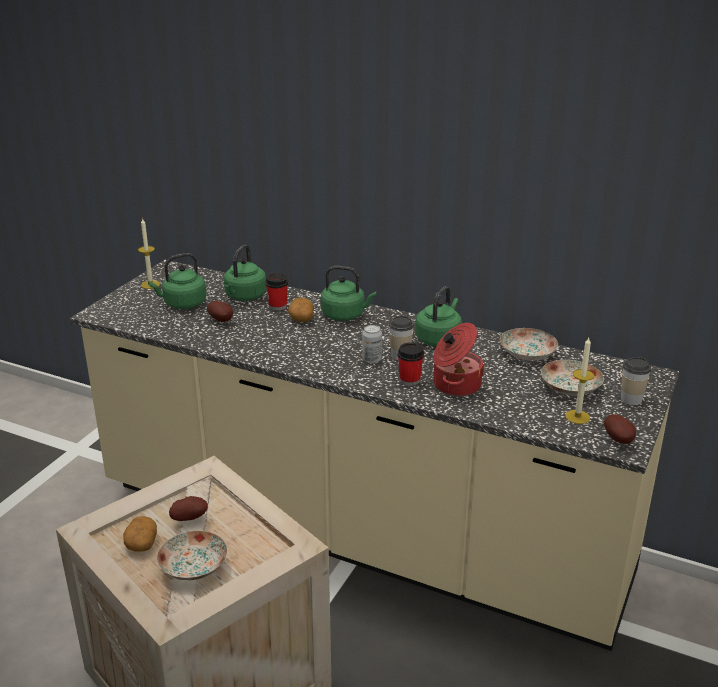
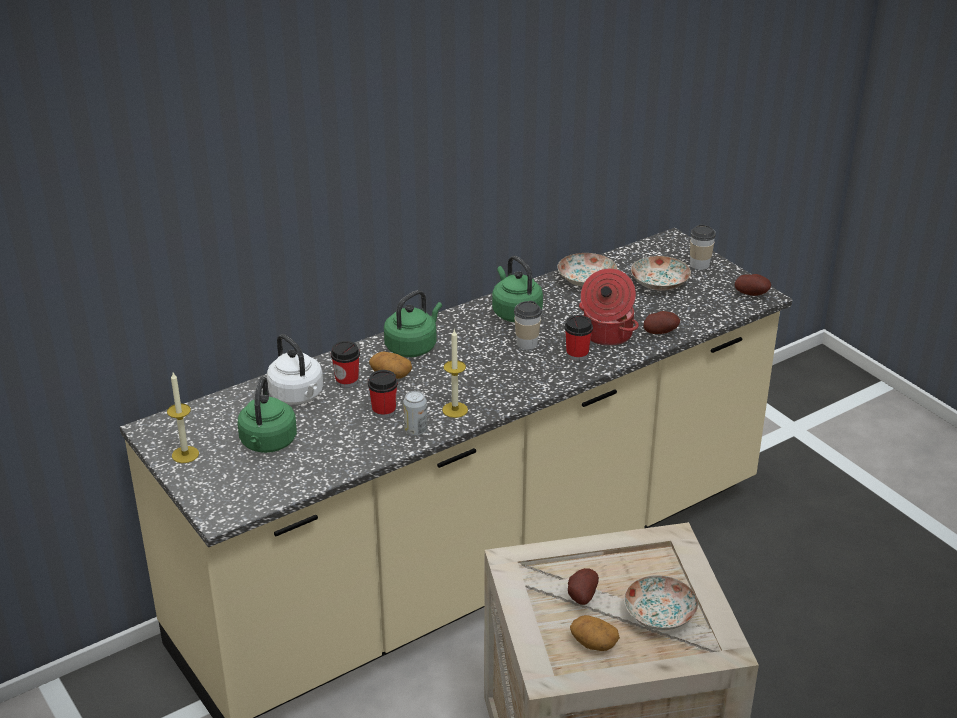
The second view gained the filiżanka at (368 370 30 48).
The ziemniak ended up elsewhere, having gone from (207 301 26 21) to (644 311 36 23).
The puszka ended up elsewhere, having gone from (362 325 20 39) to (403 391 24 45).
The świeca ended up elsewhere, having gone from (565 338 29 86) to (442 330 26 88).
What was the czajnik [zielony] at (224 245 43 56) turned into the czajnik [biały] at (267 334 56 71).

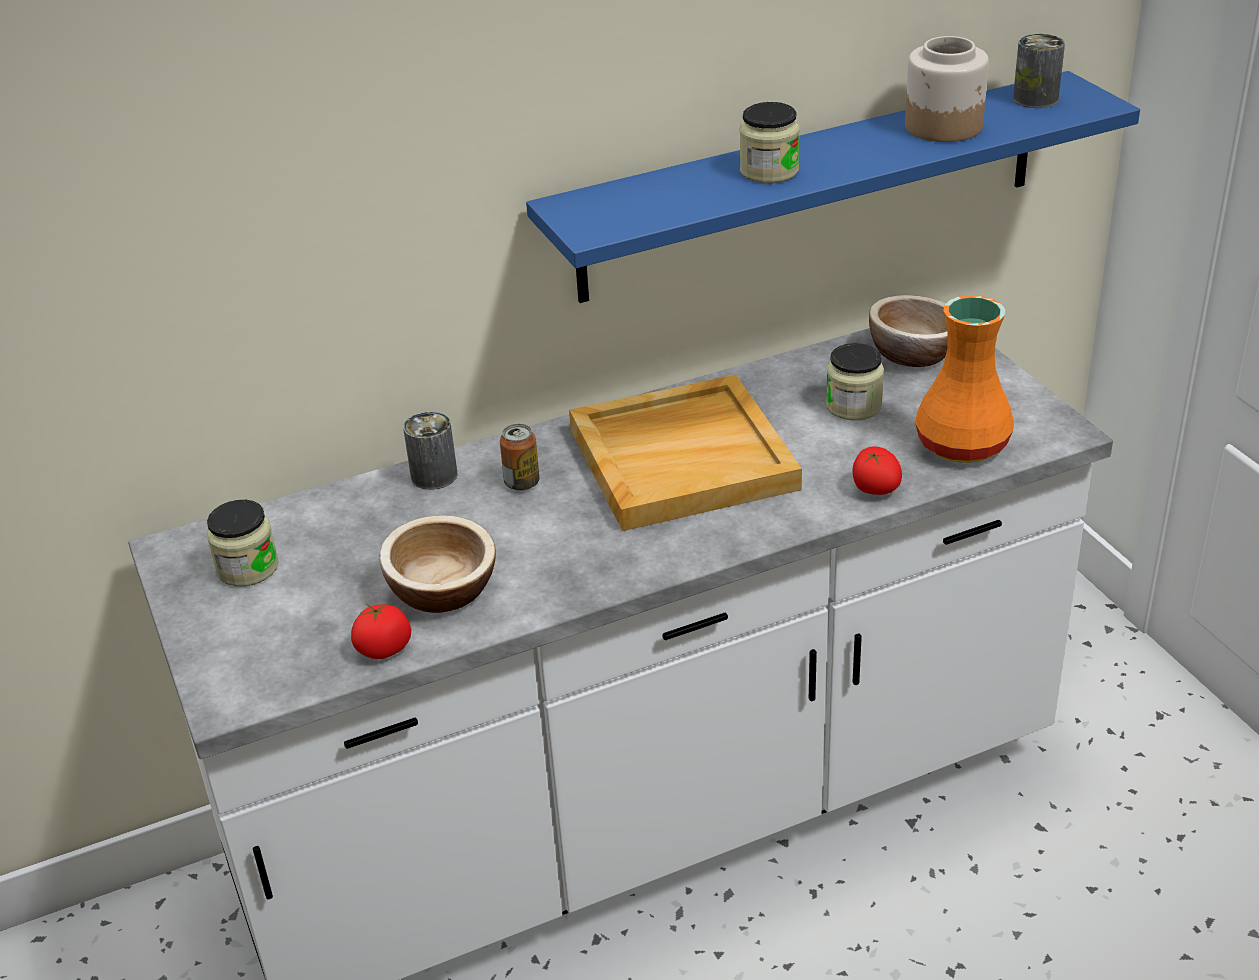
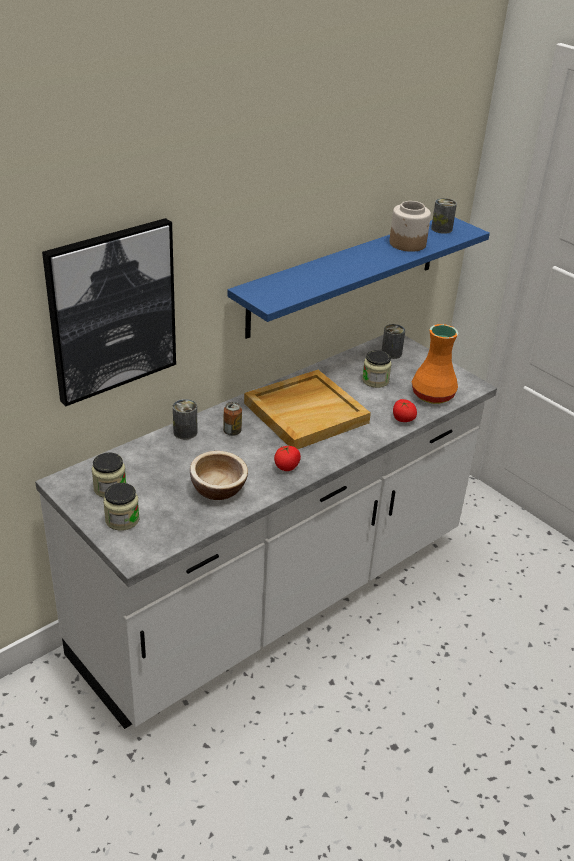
The second view gained the obraz at (42 218 134 188).
The pomidor ended up elsewhere, having gone from (351 603 60 56) to (274 446 27 25).
The słoik ended up elsewhere, having gone from (740 102 60 81) to (103 483 36 48).
Where the miska stood at (869 295 79 72), the puszka came to stand at (382 324 23 35).

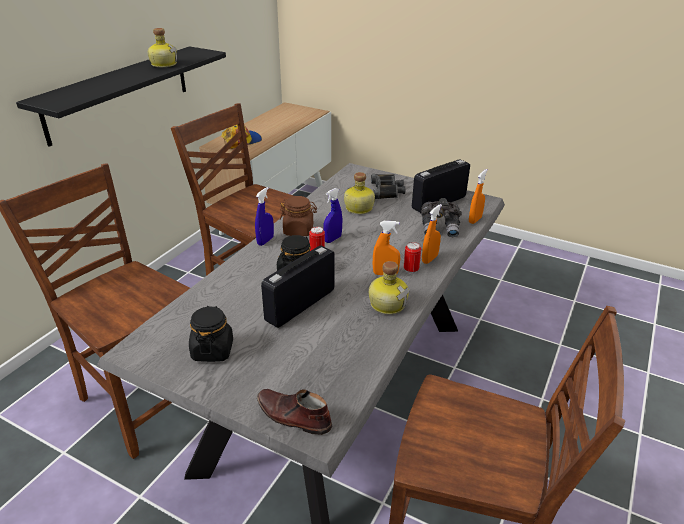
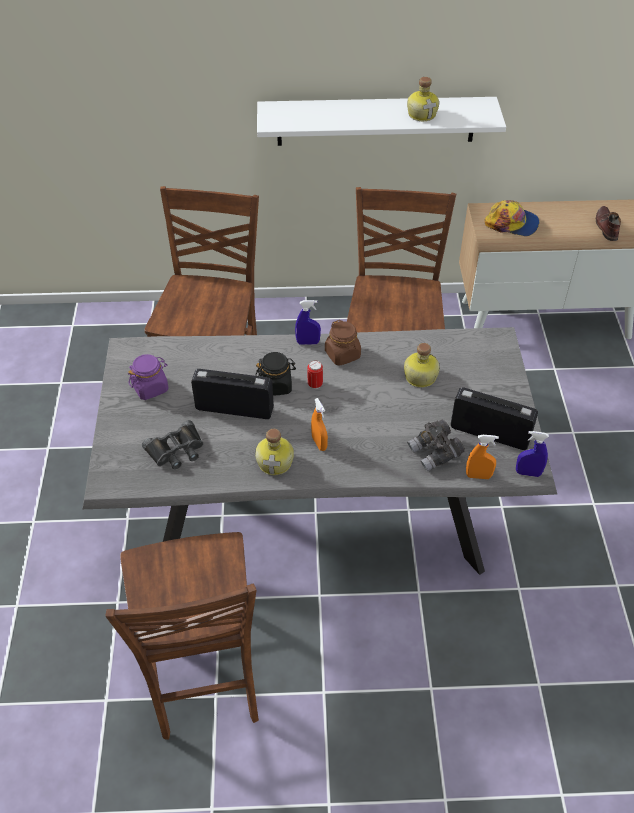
The second view lost the puszka at (404 242 17 32).
The second view lost the spryskiwacz [pomarańczowy] at (422 204 20 60).
The but [brązowy] ended up elsewhere, having gone from (257 389 75 46) to (596 206 25 35).
The spryskiwacz [niebieski] ended up elsewhere, having gone from (323 188 19 55) to (516 431 33 46).
The lornetka [czarny] ended up elsewhere, having gone from (371 174 34 25) to (142 420 61 49).
What was the półka [czarny] at (16 46 210 101) turned into the półka [biały] at (257 97 249 49).
What was the słoik [czarny] at (189 306 44 56) turned into the słoik [fioletowy] at (128 354 41 46).

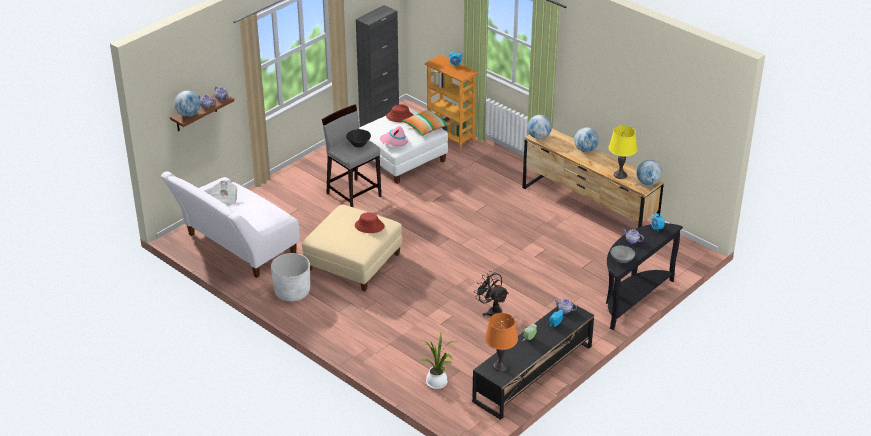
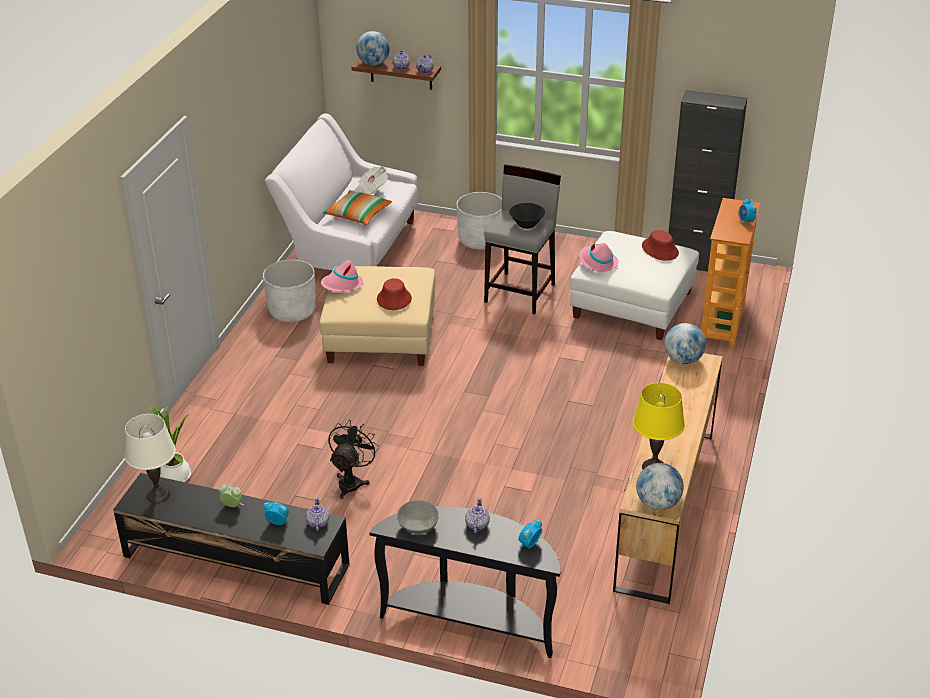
The second view lost the globus at (574 127 25 25).
The second view gained the kapelusz [różowy] at (321 260 42 32).
The second view gained the donica [biały] at (456 192 46 58).
The poduszka ended up elsewhere, having gone from (402 109 48 27) to (323 190 69 35).
What was the lampa stołowa [pomarańczowy] at (485 313 33 59) turned into the lampa stołowa [biały] at (124 414 52 89).

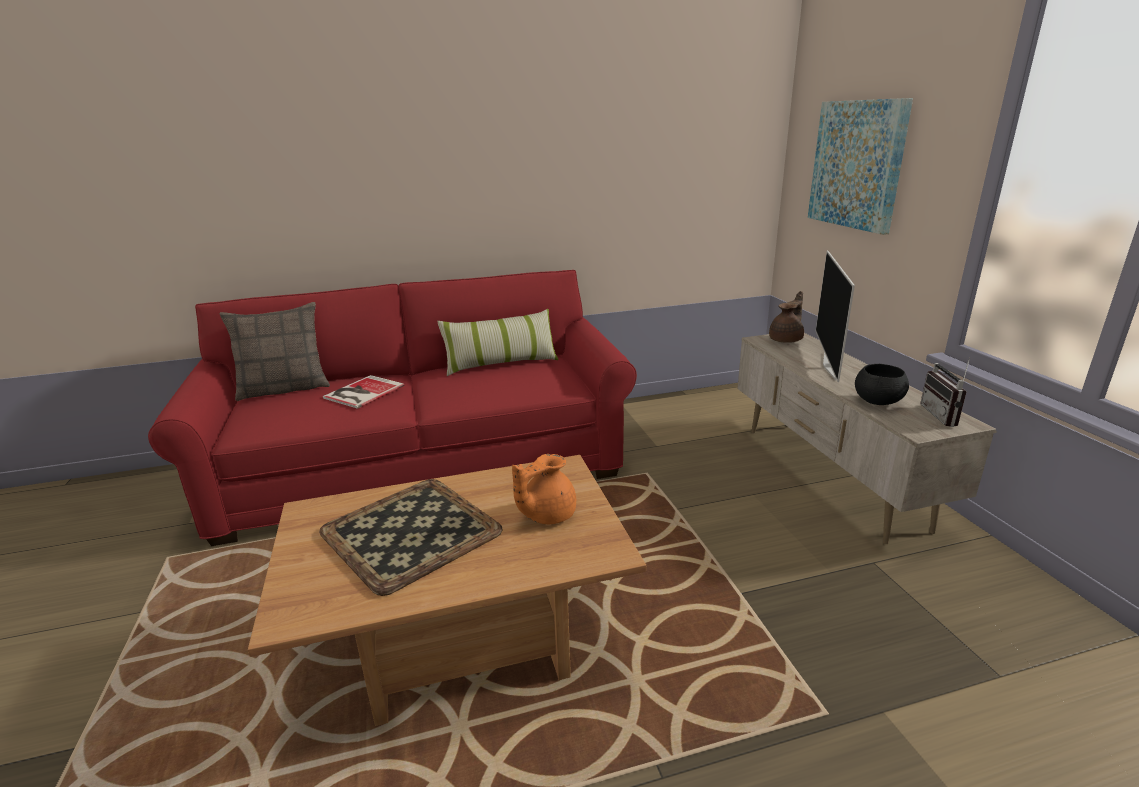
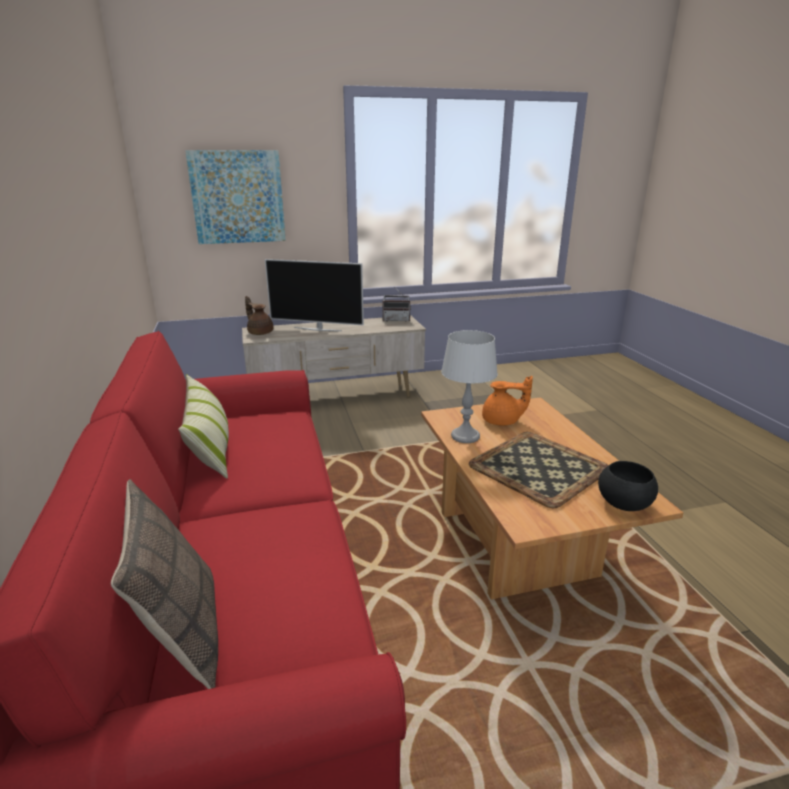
The second view lost the książka at (323 375 82 34).
The second view gained the lampa stołowa [szary] at (441 330 57 113).
The miska [czarny] ended up elsewhere, having gone from (855 364 54 41) to (598 461 60 50).
The imbryk [pomarańczowy] at (512 454 64 70) ended up facing another way, 45 degrees counterclockwise from before.

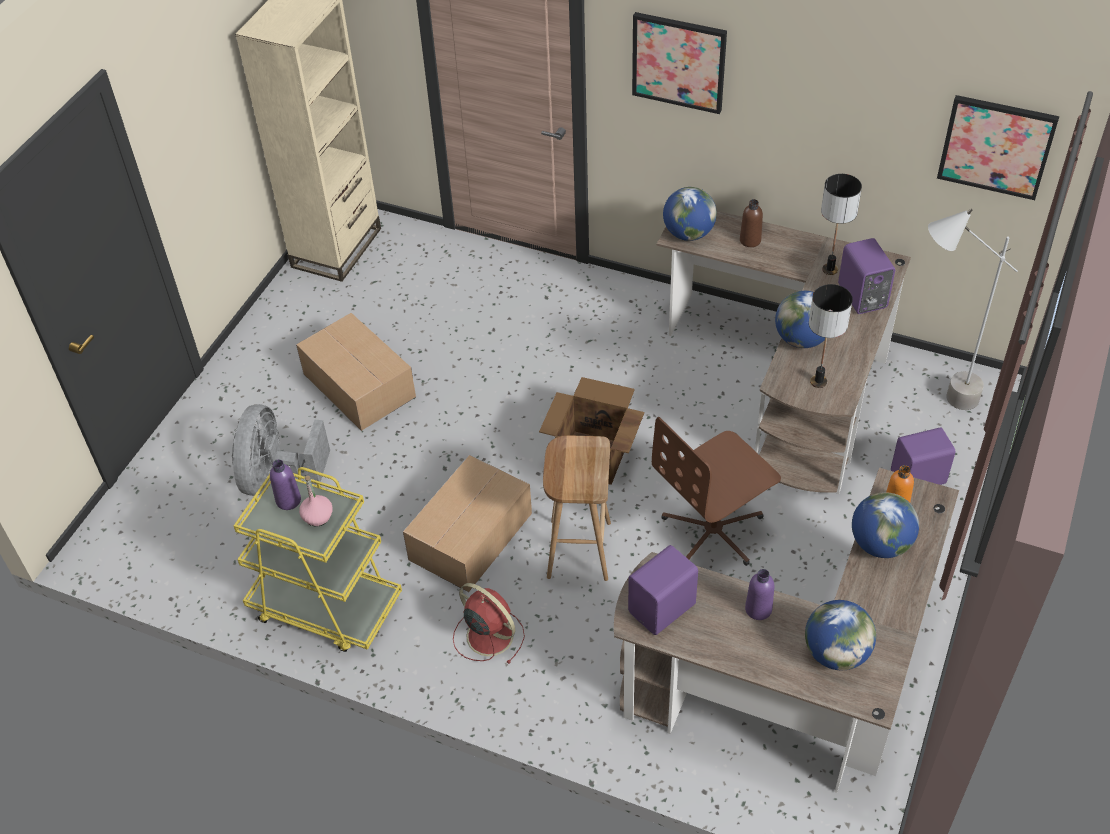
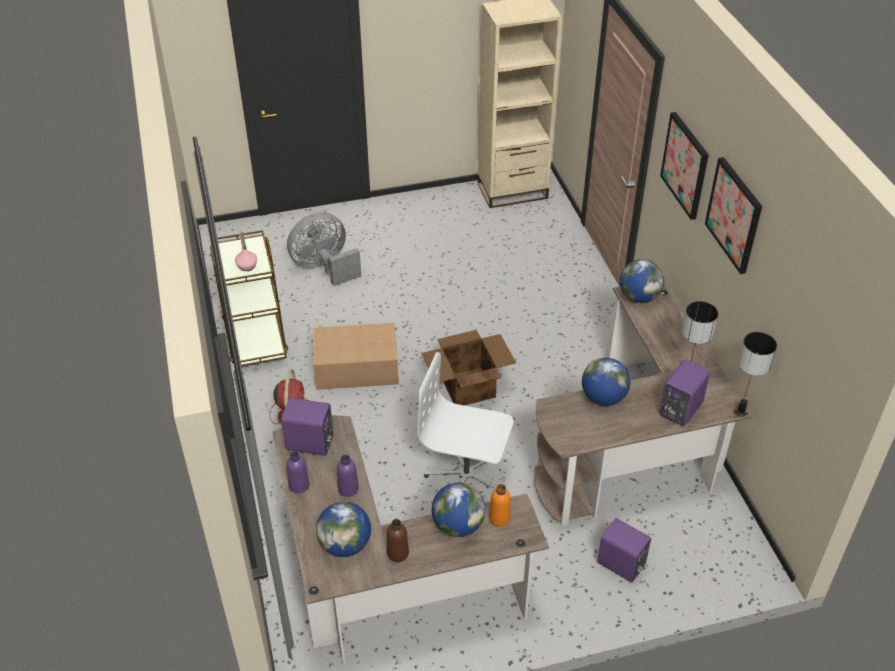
The second view lost the karton at (296 313 120 118).
The second view lost the stołek [brązowy] at (543 435 68 146).
The second view lost the lampa stojąca [szary] at (928 209 90 201).
The butelka [fioletowy] ended up elsewhere, having gone from (270 459 31 51) to (287 451 22 42).
The butelka [brązowy] ended up elsewhere, having gone from (740 199 23 48) to (387 519 22 43).
The lampa stołowa ended up elsewhere, having gone from (809 284 44 104) to (734 332 43 85).
The obraz ended up elsewhere, having gone from (937 95 122 105) to (705 157 57 117).
What was the wózek [żółty] at (234 467 168 185) turned into the wózek [brązowy] at (210 230 78 136).
What was the krzesło biurowe [brązowy] at (652 417 129 149) turned into the krzesło biurowe [biały] at (418 352 96 137).

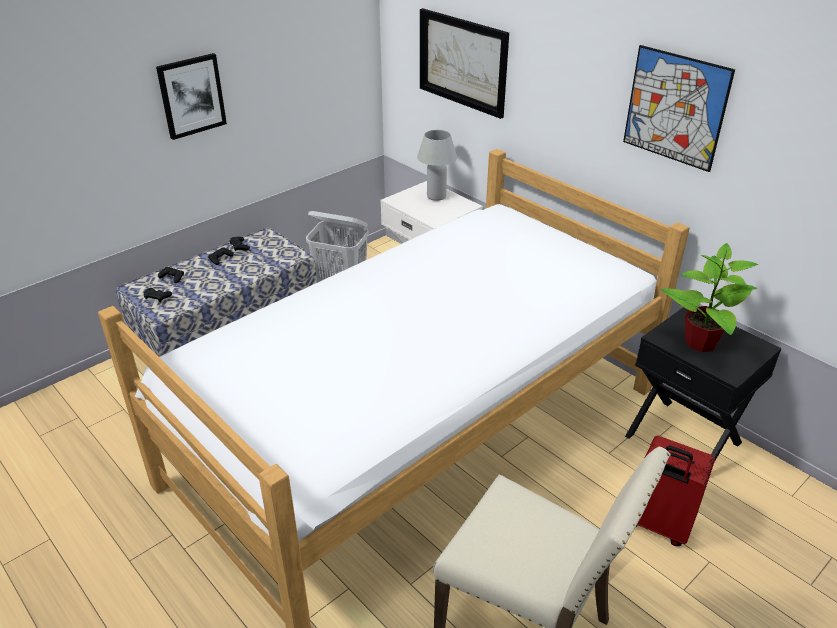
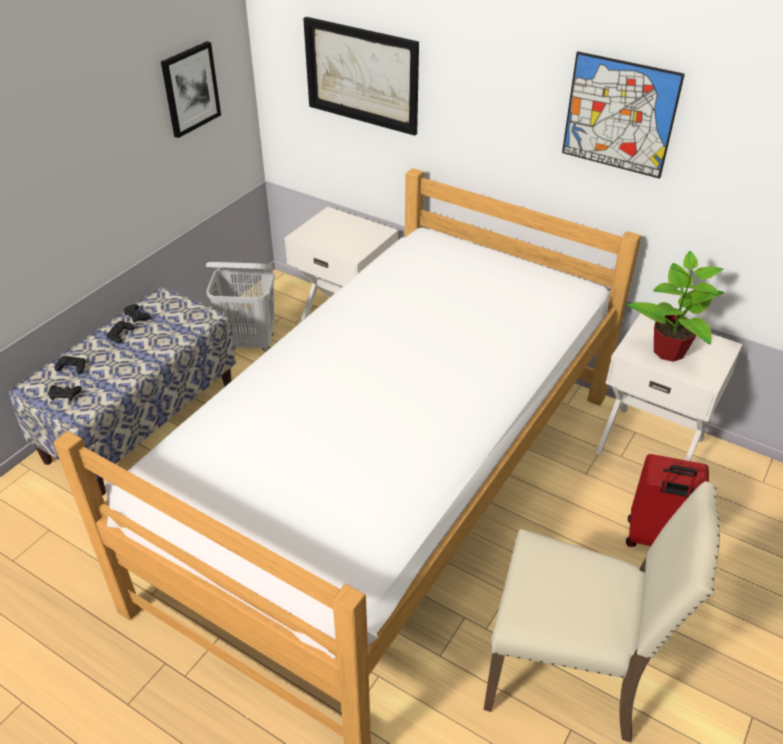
The second view lost the lampa stołowa [biały] at (417 130 40 71).
The obraz ended up elsewhere, having gone from (156 53 71 87) to (161 41 60 97).
What was the szafka nocna [czarny] at (625 307 157 153) turned into the szafka nocna [biały] at (596 313 147 148).

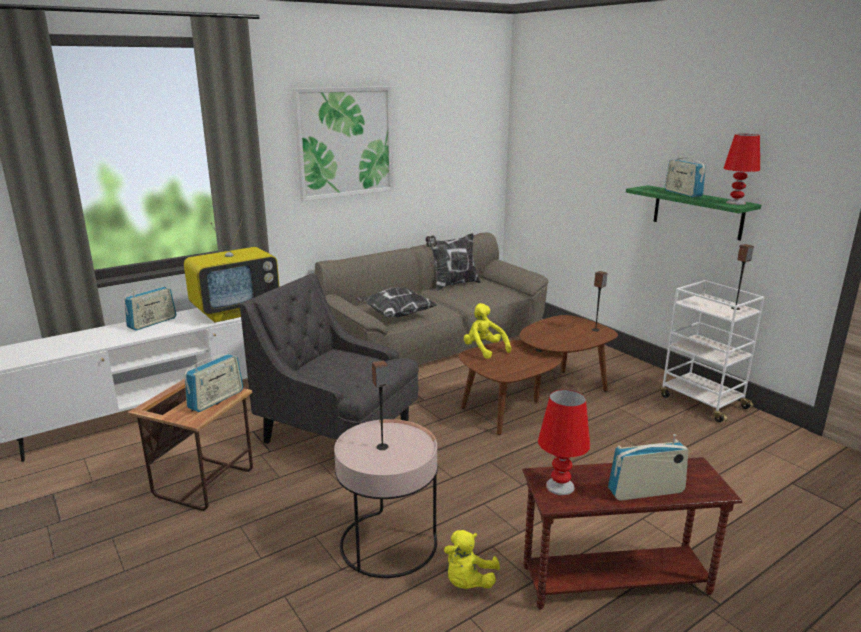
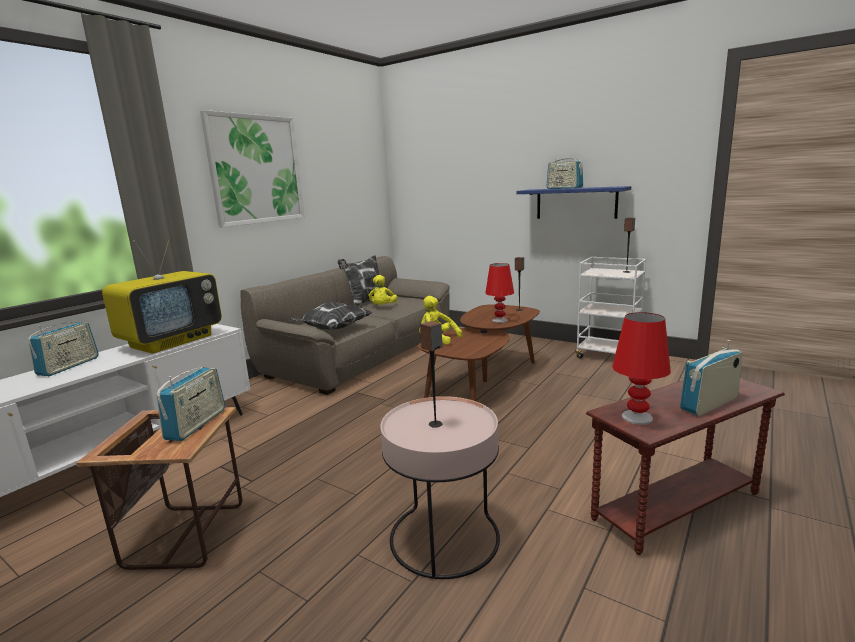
The second view lost the fotel [szary] at (240 273 179 171).
The pluszak [żółty] ended up elsewhere, having gone from (444 530 56 59) to (368 275 29 30).
The lampa stołowa [czerwony] ended up elsewhere, having gone from (724 134 36 71) to (485 263 29 60).
What was the półka [zielony] at (626 185 135 55) turned into the półka [niebieski] at (517 186 114 33).

